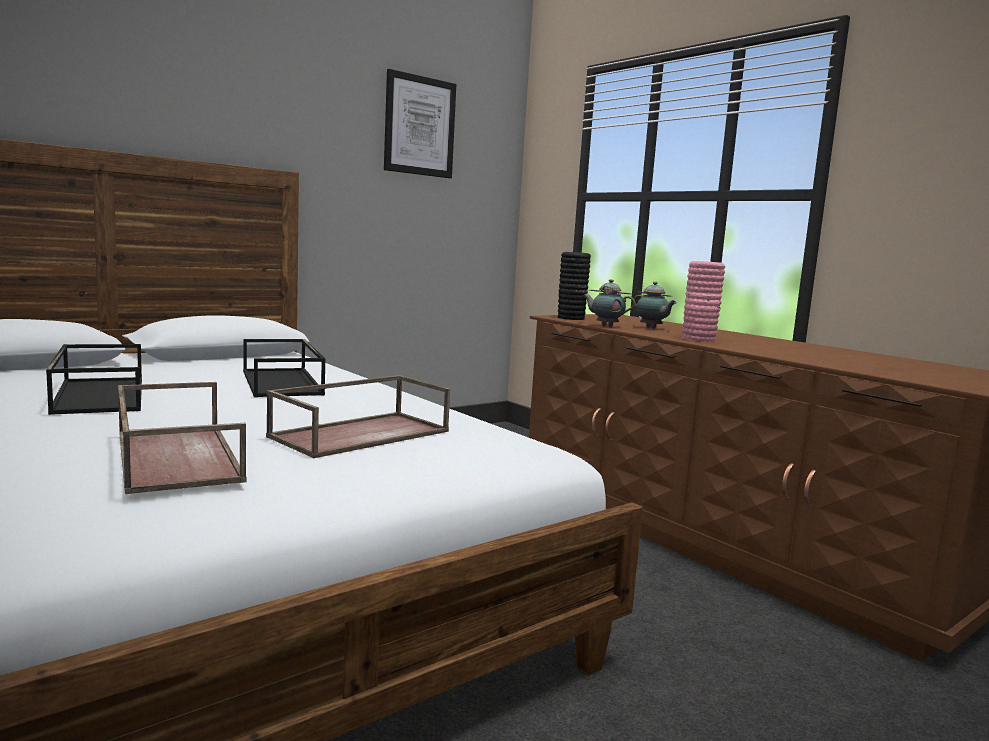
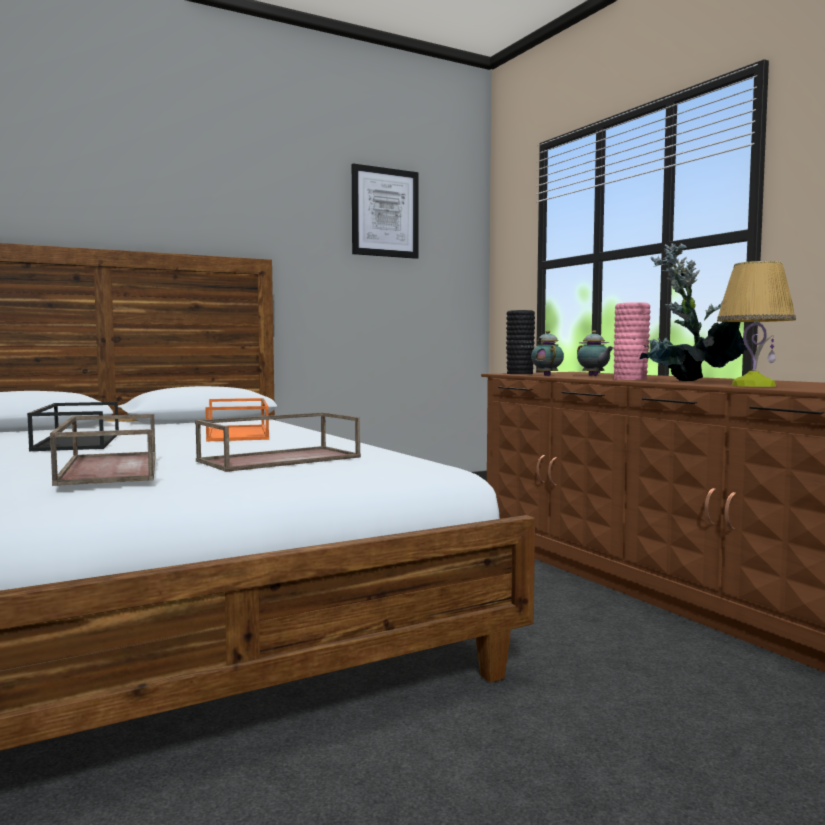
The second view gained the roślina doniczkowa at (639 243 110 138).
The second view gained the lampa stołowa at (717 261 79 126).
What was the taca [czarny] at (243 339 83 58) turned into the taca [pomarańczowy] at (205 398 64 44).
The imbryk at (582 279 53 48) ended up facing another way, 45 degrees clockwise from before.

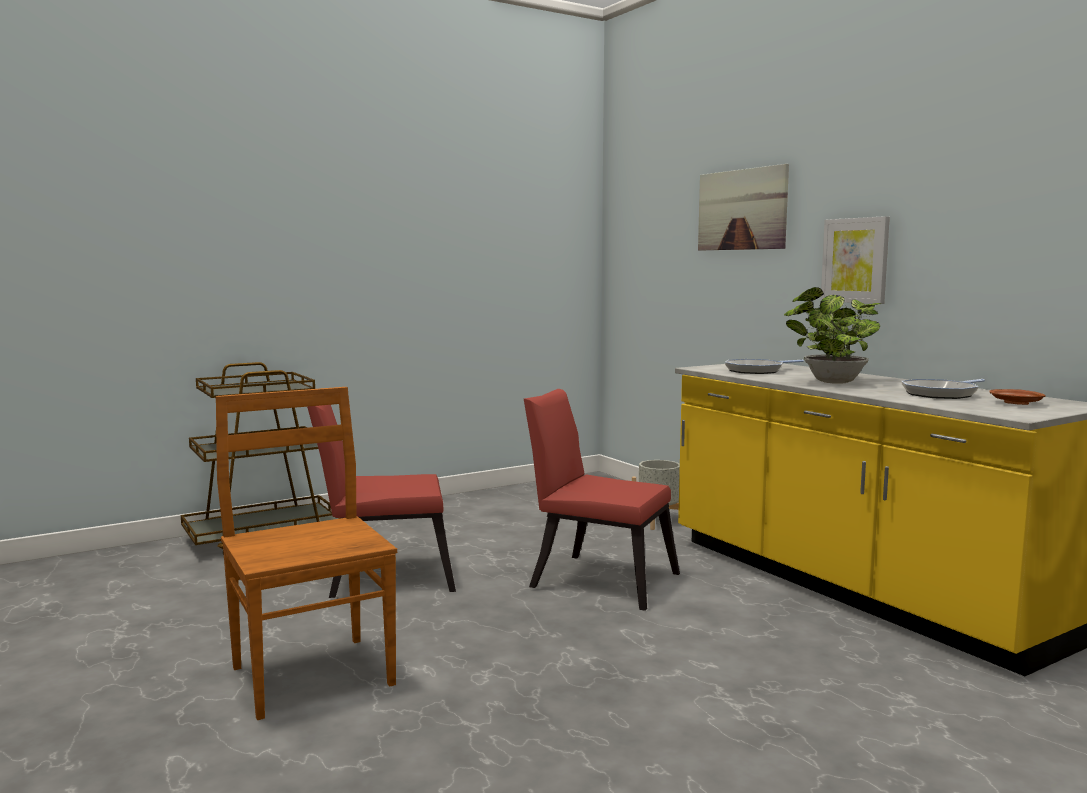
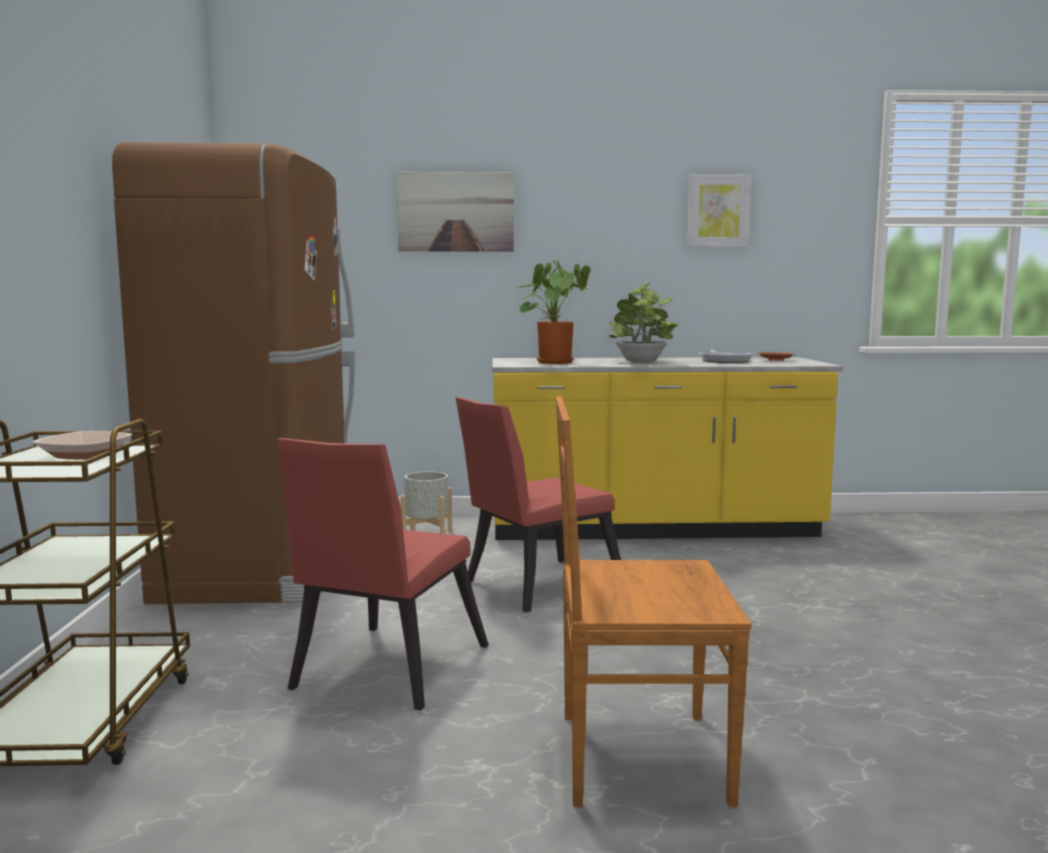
The second view gained the miska at (32 431 100 29).
The second view gained the lodówka [brązowy] at (112 142 243 462).
The obraz ended up elsewhere, having gone from (821 216 69 88) to (687 174 65 74).
Where the patelnia stood at (725 359 79 15), the roślina doniczkowa came to stand at (515 260 76 104).

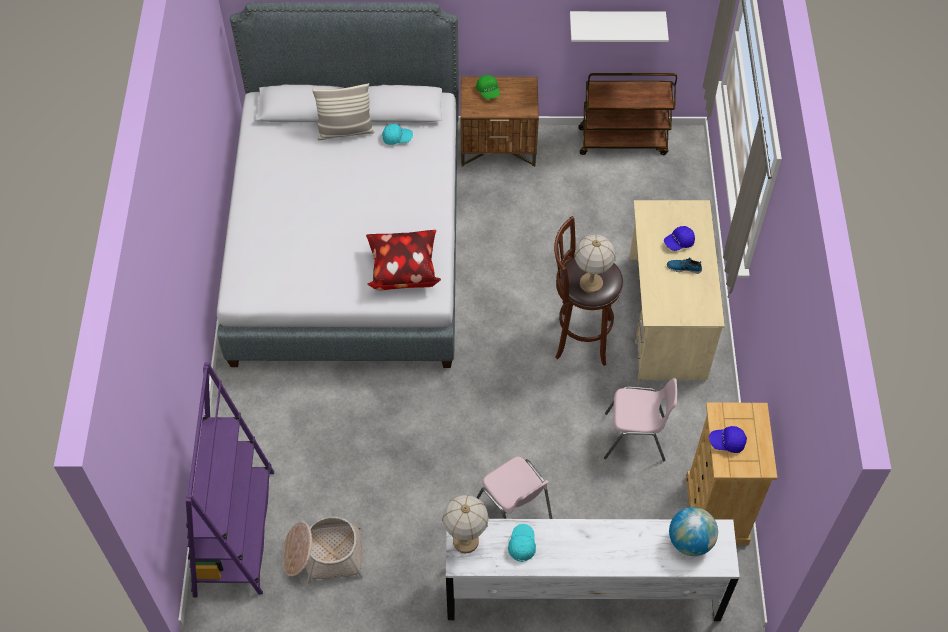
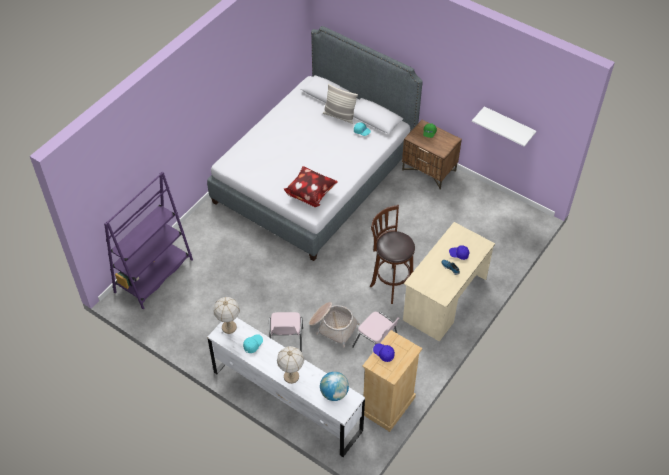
The second view lost the wózek [brązowy] at (578 73 99 82).
The koszyk ended up elsewhere, having gone from (282 516 82 67) to (309 302 51 46).
The lampa stołowa ended up elsewhere, having gone from (574 235 41 58) to (277 346 27 38).

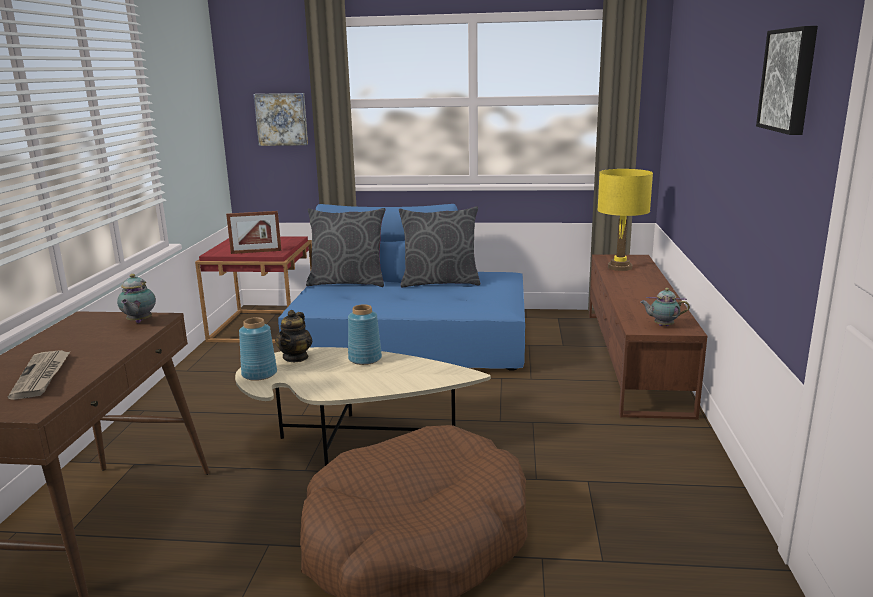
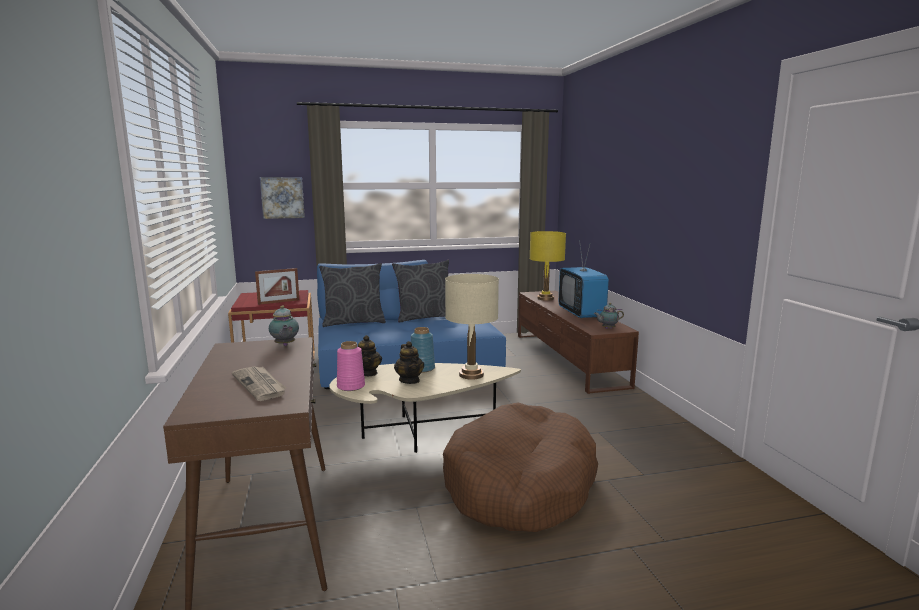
The second view lost the obraz at (756 26 62 109).
The second view gained the imbryk at (394 341 30 43).
The second view gained the lampa stołowa [beżowy] at (445 274 54 106).
The second view gained the telewizor at (559 240 50 79).
What was the wazon [niebieski] at (239 317 38 64) turned into the wazon [różowy] at (337 341 28 50).

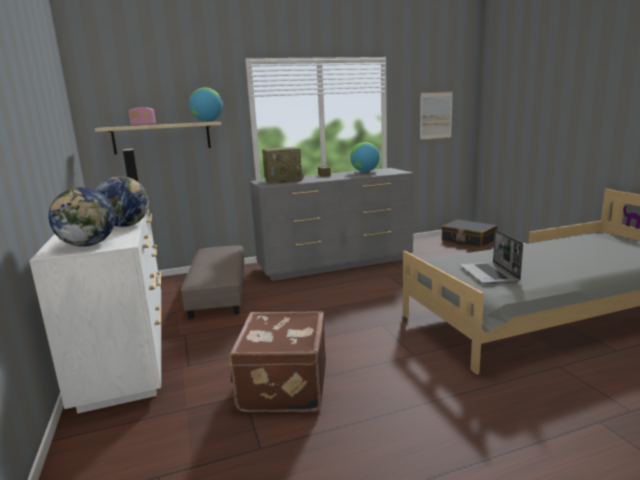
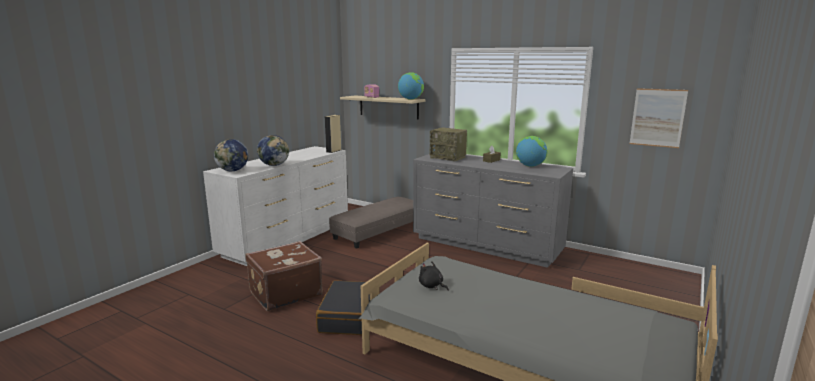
The walizka [czarny] ended up elsewhere, having gone from (441 219 56 29) to (316 280 54 55).
Where the laptop stood at (460 229 63 55), the pluszak [czarny] came to stand at (419 261 30 30).

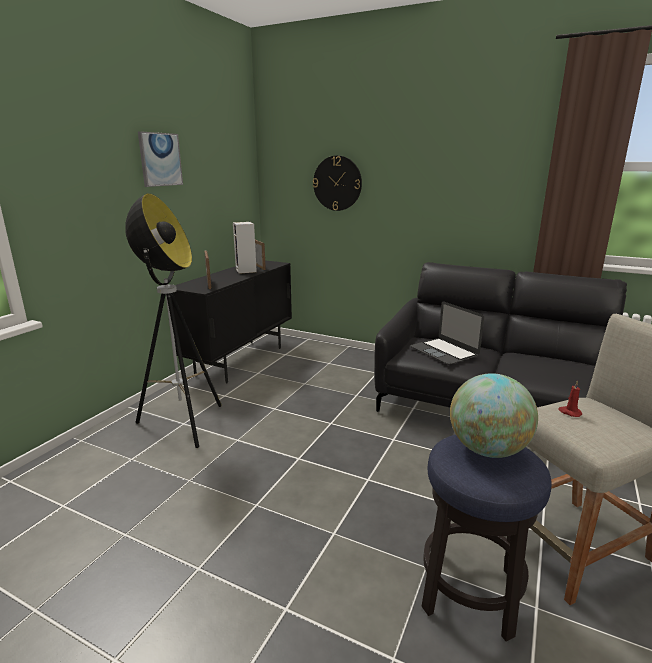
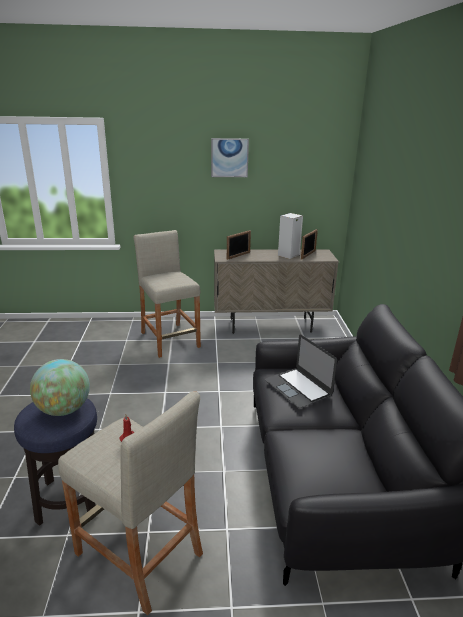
The second view lost the zegar ścienny at (313 156 49 55).
Where the lampa stojąca stood at (125 193 97 255), the stołek [beżowy] came to stand at (134 230 67 128).
What was the szafka [czarny] at (172 260 120 123) turned into the szafka [beżowy] at (214 249 125 85).
The laptop at (410 301 74 64) ended up facing another way, 60 degrees counterclockwise from before.

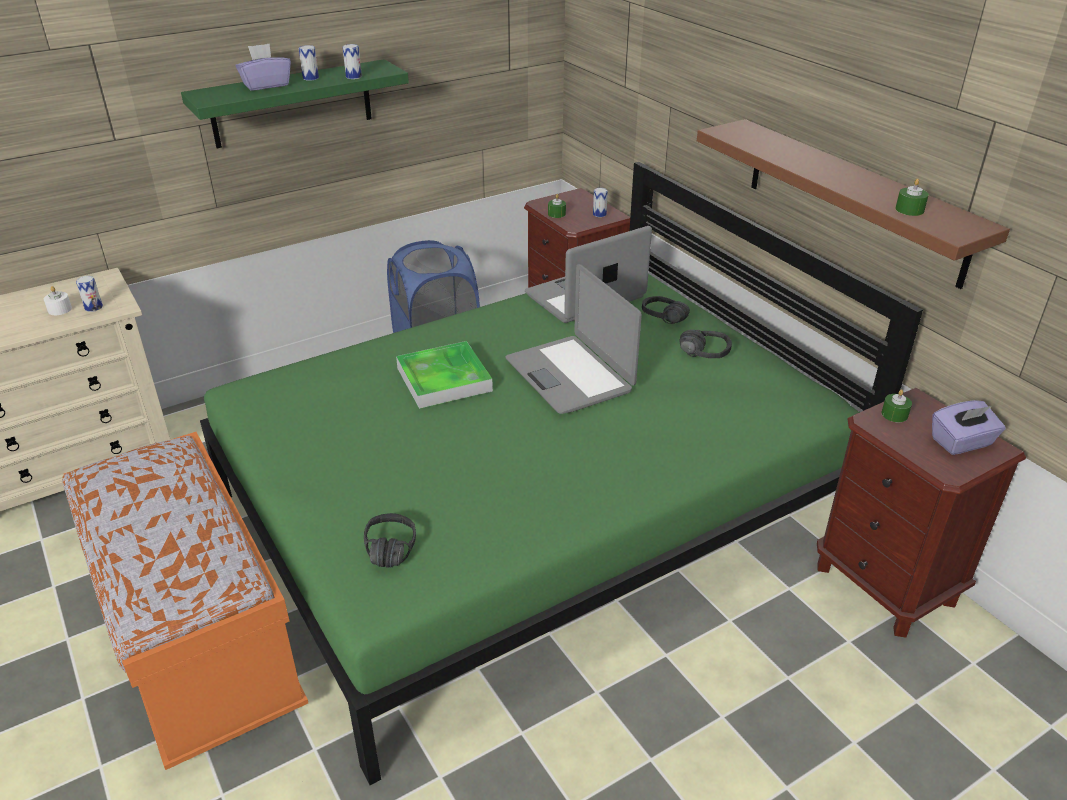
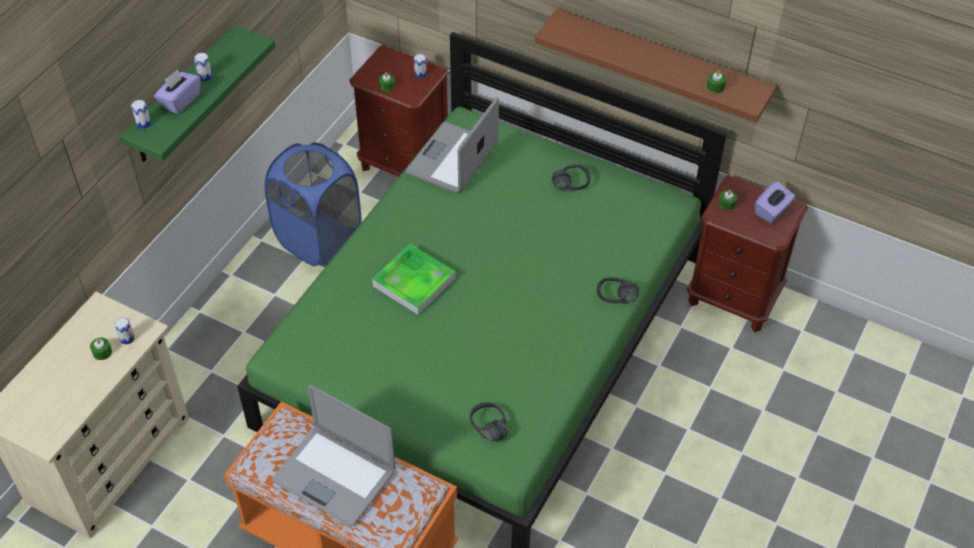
The puszka ended up elsewhere, having gone from (342 44 20 35) to (131 100 20 29).
The laptop ended up elsewhere, having gone from (506 264 136 150) to (272 385 123 141).
The słuchawki [czarny] ended up elsewhere, having gone from (642 296 48 28) to (597 277 42 27).
What was the świeca [biały] at (44 286 28 29) turned into the świeca [zielony] at (90 337 22 23).

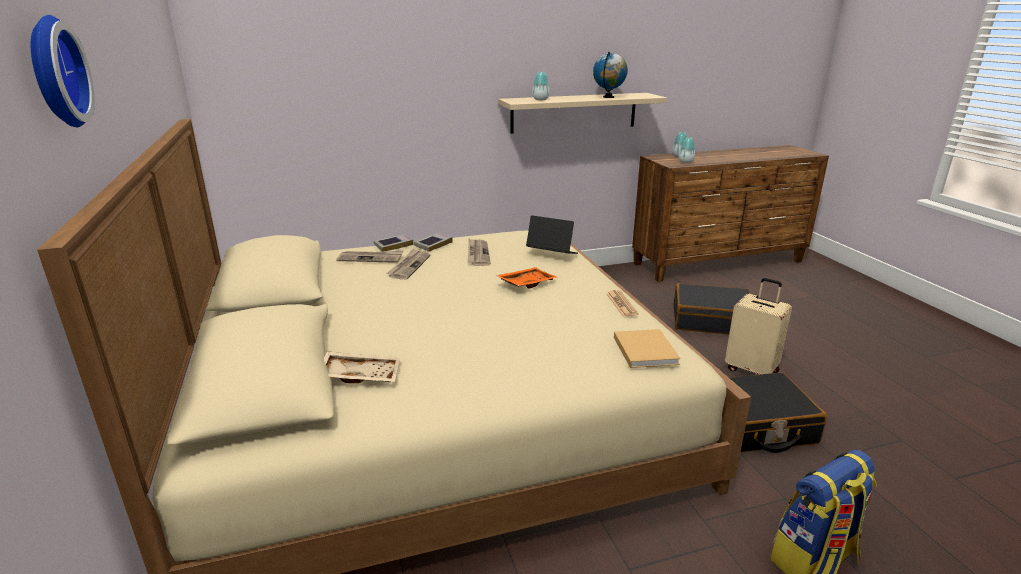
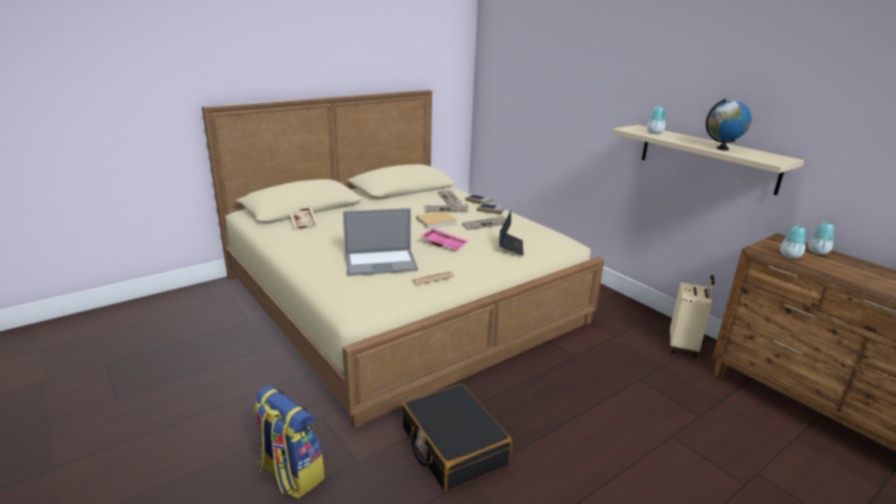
The second view lost the zegar ścienny at (31 15 64 112).
The second view lost the walizka [czarny] at (673 283 78 51).
The second view gained the laptop at (343 208 75 68).
The książka [beżowy] ended up elsewhere, having gone from (614 329 67 39) to (416 212 41 17).
The walizka [beżowy] ended up elsewhere, having gone from (725 278 67 96) to (670 275 45 83).
What was the taca [pomarańczowy] at (496 267 62 22) turned into the taca [różowy] at (421 228 47 22).

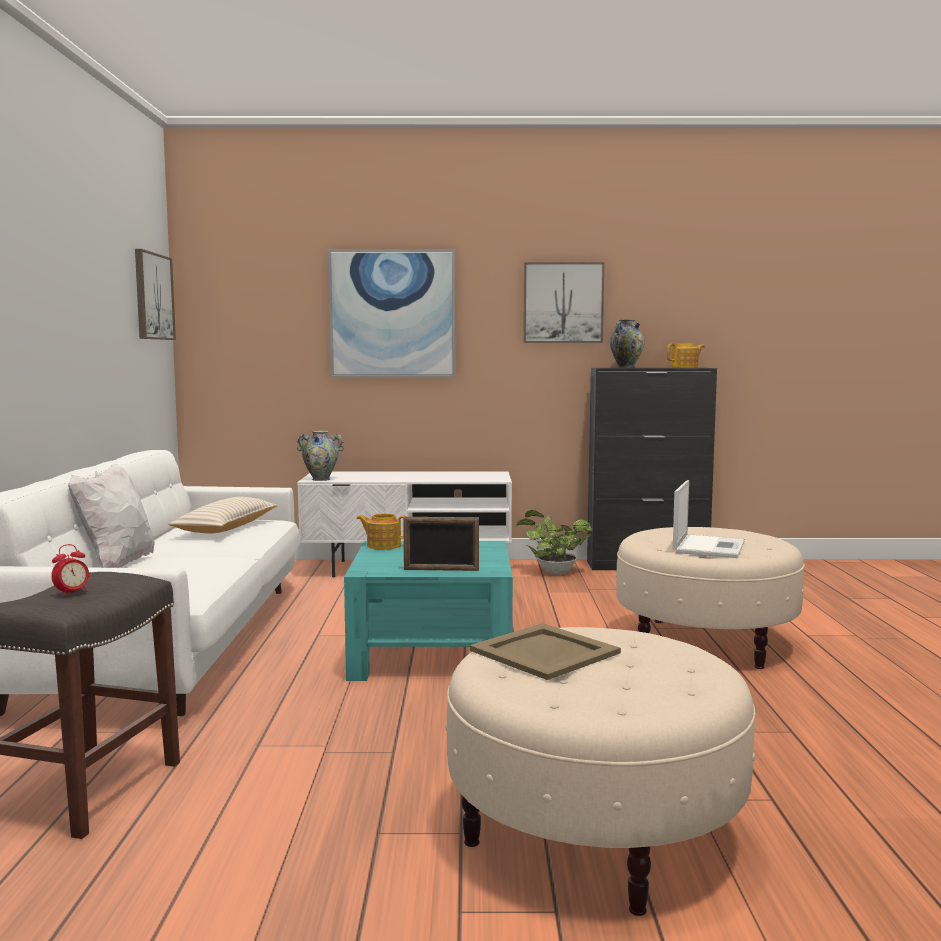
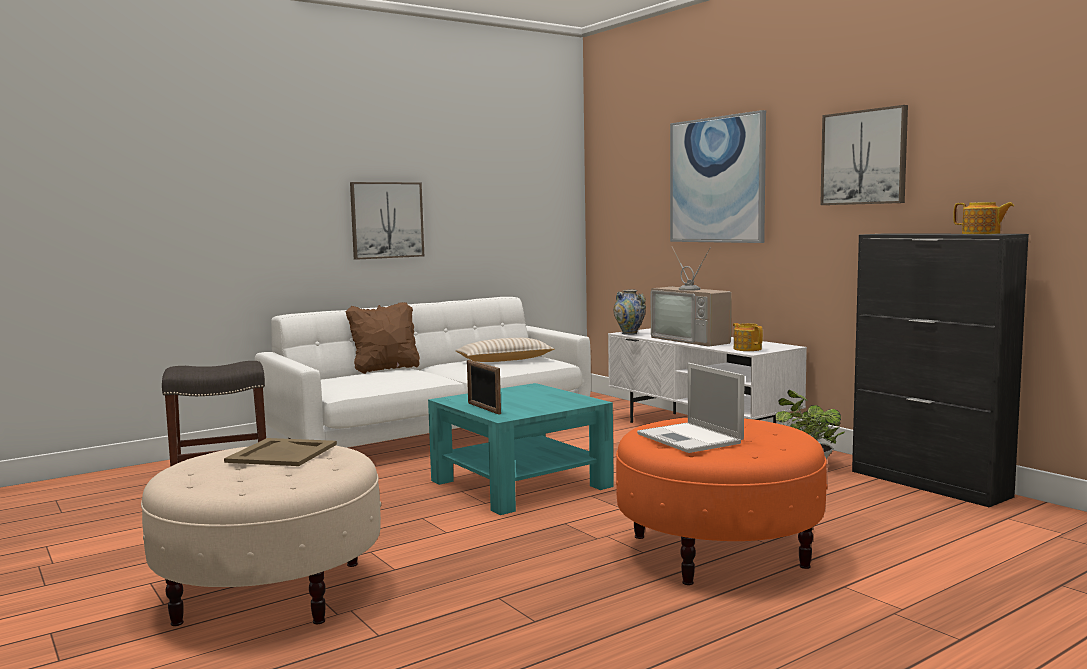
The second view lost the budzik at (51 544 38 53).
The second view lost the wazon at (610 319 35 49).
The second view gained the telewizor at (651 247 80 99).
The obraz ended up elsewhere, having gone from (135 249 41 91) to (350 182 74 78).
The imbryk ended up elsewhere, having gone from (356 513 51 37) to (733 323 30 28).
What was the poduszka [biały] at (68 464 87 104) turned into the poduszka [brązowy] at (346 302 74 72).
What was the pufa [beżowy] at (615 527 190 142) turned into the pufa [pomarańczowy] at (616 418 212 167).
The laptop at (673 480 72 78) ended up facing another way, 75 degrees clockwise from before.

